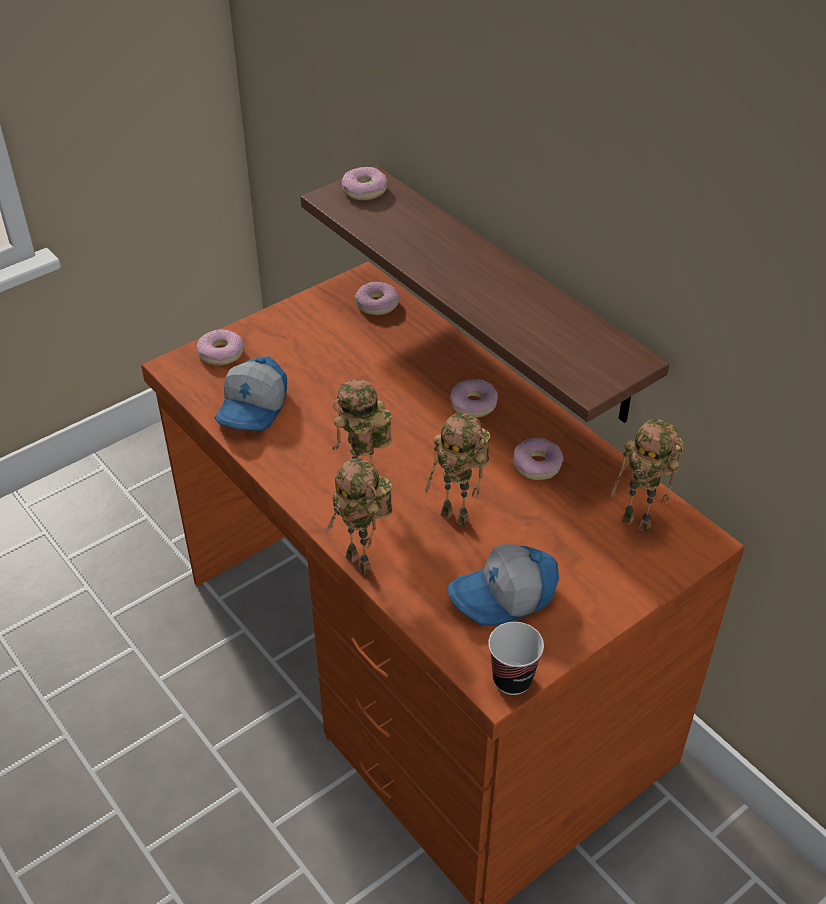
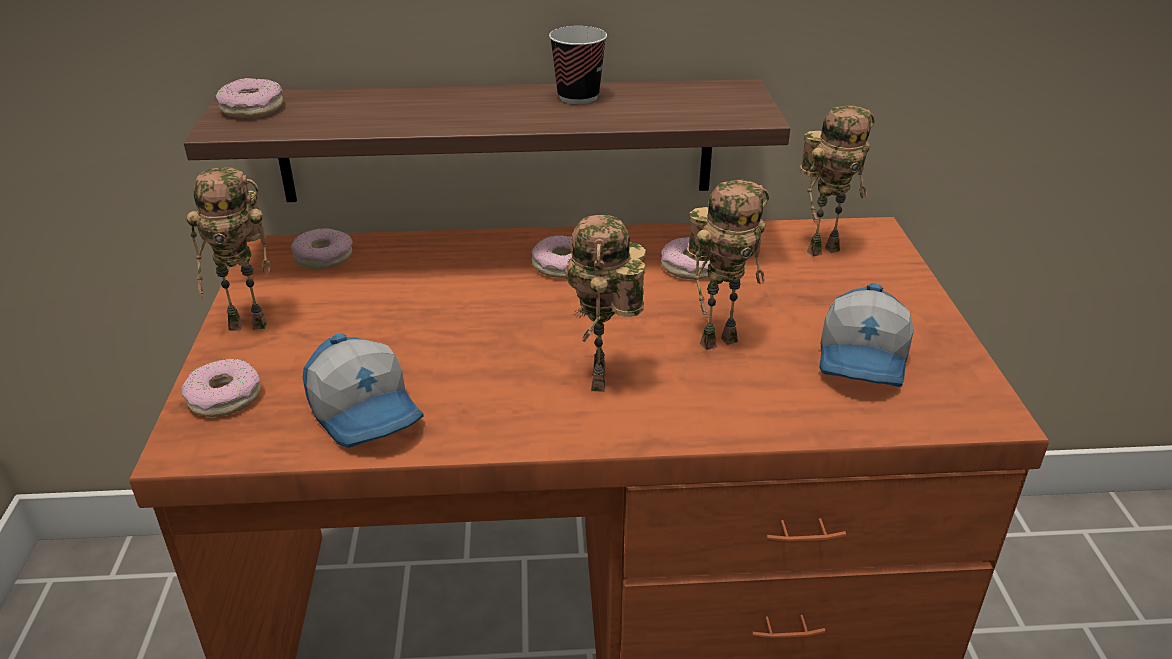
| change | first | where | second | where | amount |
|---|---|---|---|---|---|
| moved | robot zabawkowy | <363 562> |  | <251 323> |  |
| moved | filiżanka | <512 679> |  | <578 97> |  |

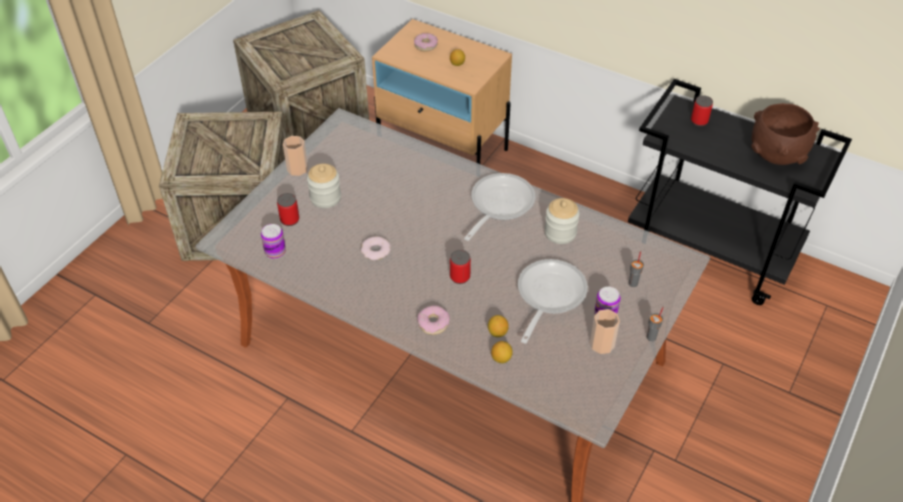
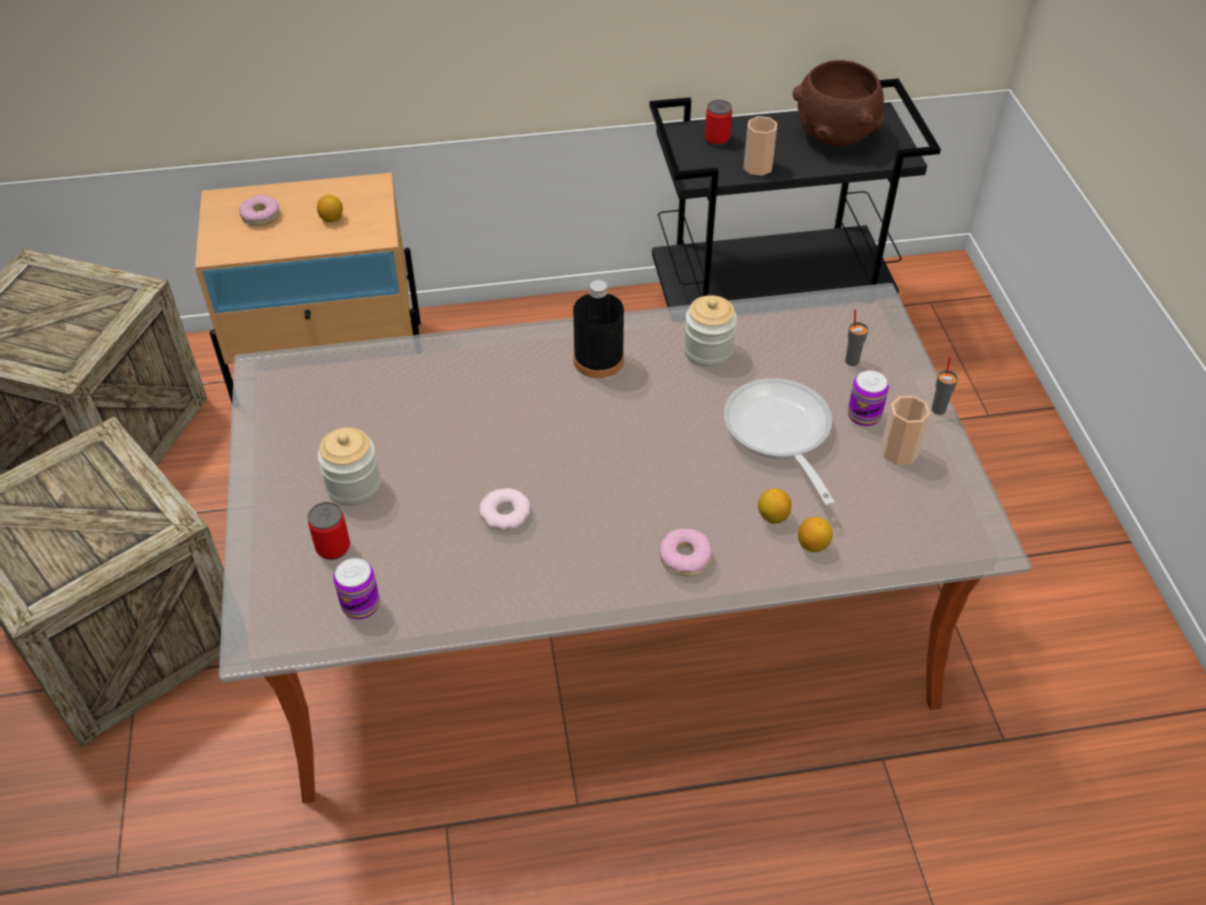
| change | first | where | second | where | amount |
|---|---|---|---|---|---|
| moved | filiżanka | <297 169> |  | <757 167> |  |
| removed | puszka | <460 277> |  |  |  |
| replaced | patelnia | <499 205> | butelka (czarny) | <598 360> |  |

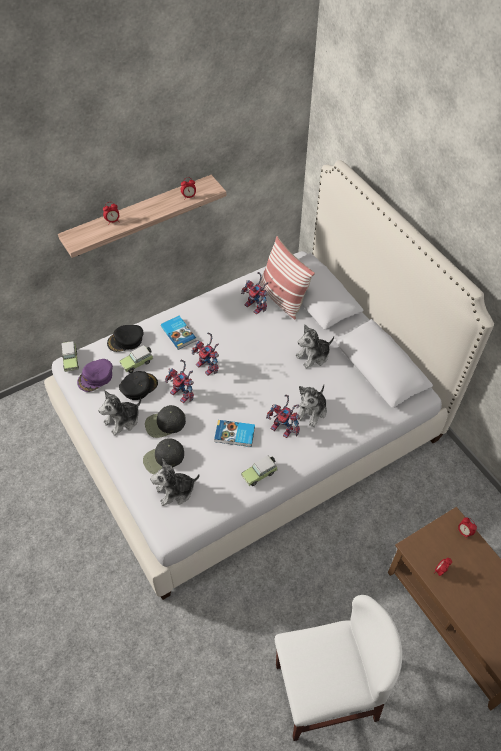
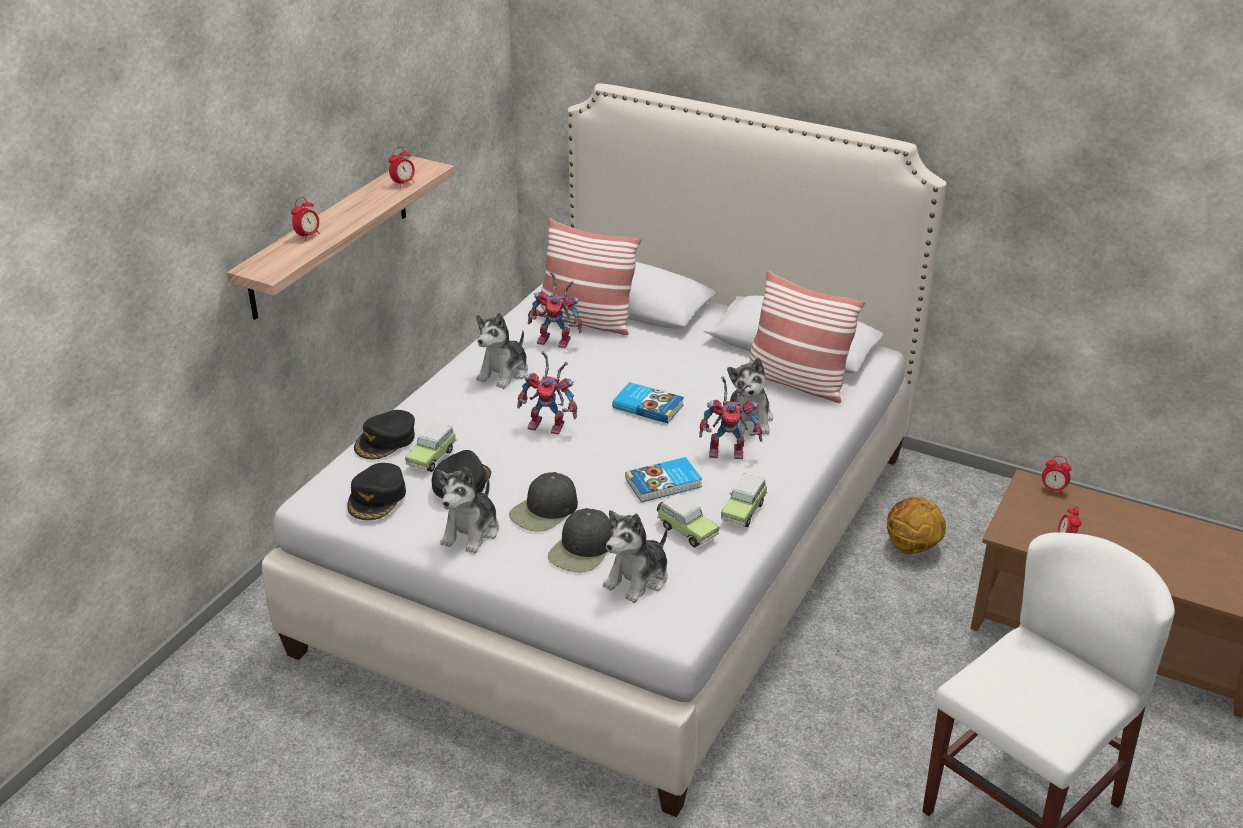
| change | first | where | second | where | amount |
|---|---|---|---|---|---|
| moved | samochodzik | <71 360> |  | <686 530> |  |
| recoloured | czapka z daszkiem (fioletowy) | <96 377> | czapka z daszkiem (czarny) | <377 497> |  |
| moved | książka | <179 333> |  | <648 405> |  |
| removed | robot zabawkowy | <183 394> |  |  |  |
| moved | pluszak | <313 356> |  | <504 372> |  |
| added |  |  | poduszka | <796 381> |  |
| added |  |  | piłka do koszykówki | <911 547> |  |

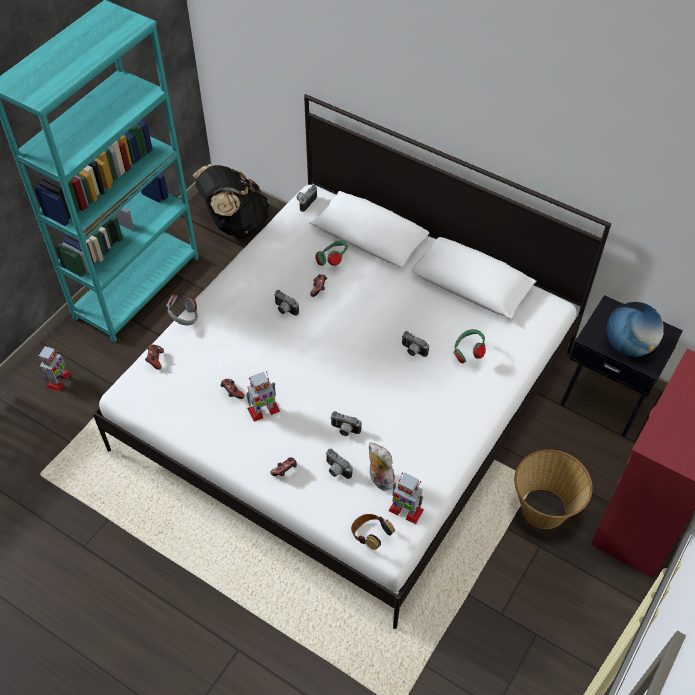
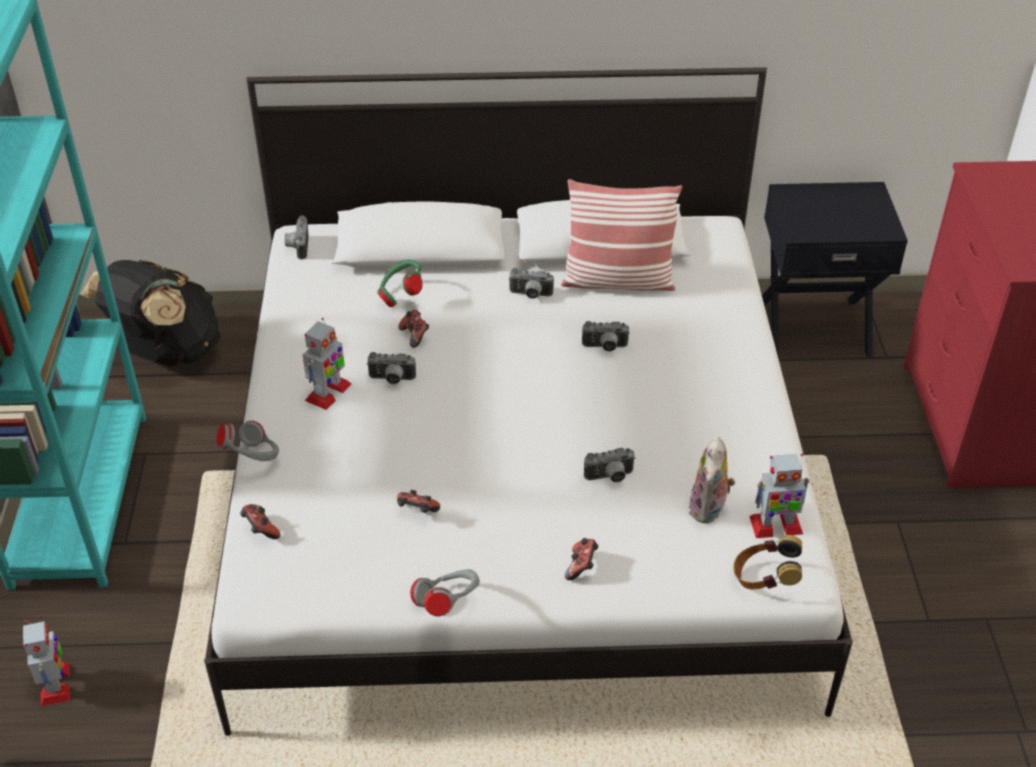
| change | first | where | second | where | amount |
|---|---|---|---|---|---|
| moved | robot zabawkowy | <263 410> |  | <328 393> |  |
| moved | aparat fotograficzny | <336 470> |  | <530 295> |  |
| turned | pluszak | <379 479> |  | <709 509> | 90 degrees counterclockwise |
| removed | słuchawki (zielony) | <468 352> |  |  |  |
| removed | koszyk | <544 508> |  |  |  |
| removed | globus | <628 345> |  |  |  |
| added |  |  | słuchawki (szary) | <448 603> |  |
| added |  |  | poduszka | <617 280> |  |

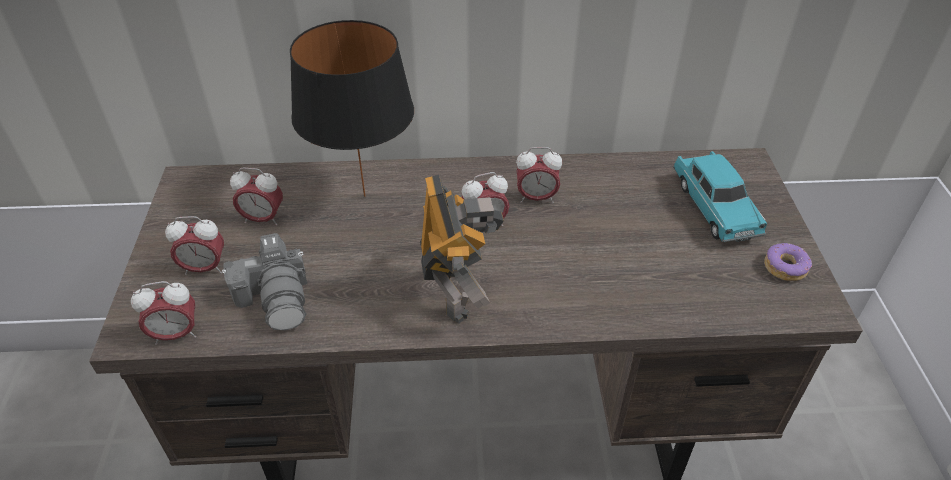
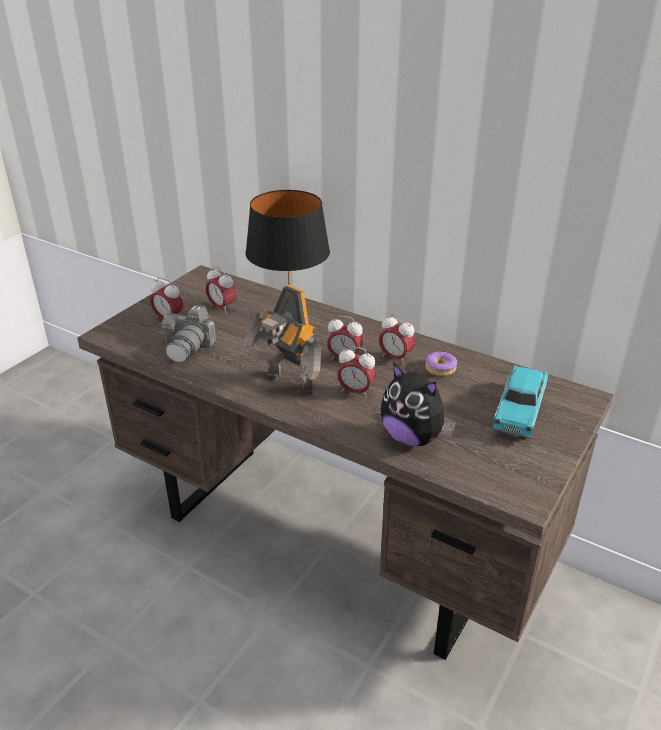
| change | first | where | second | where | amount |
|---|---|---|---|---|---|
| moved | budzik | <176 334> |  | <356 391> |  |
| turned | robot zabawkowy | <457 291> |  | <288 384> | 105 degrees clockwise |
| moved | donut | <785 267> |  | <440 368> |  |
| added |  |  | pluszak | <412 437> |  |

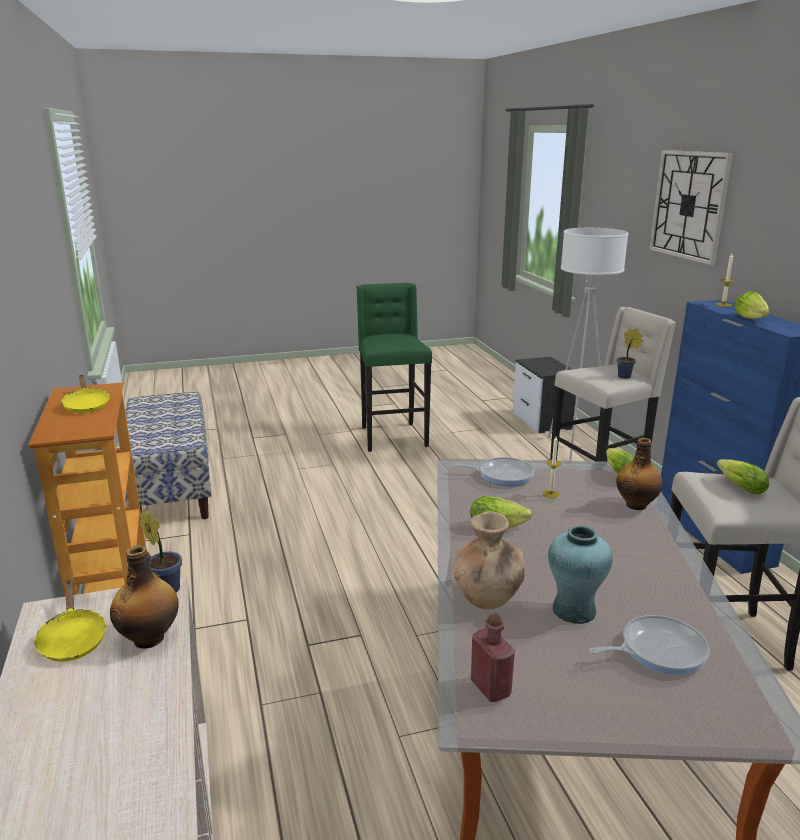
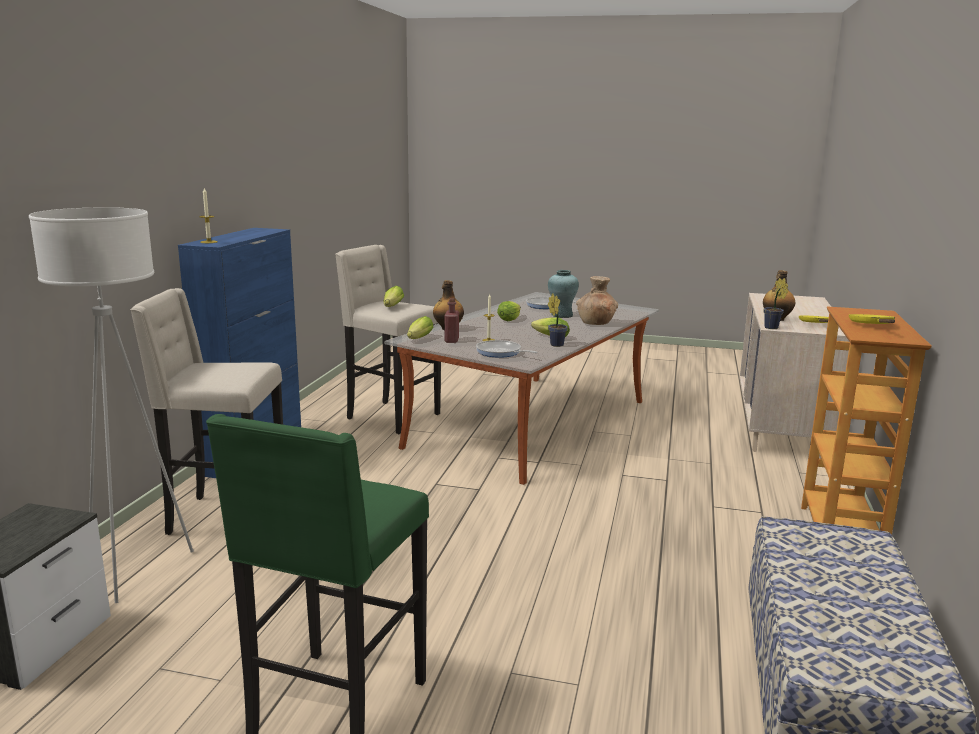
| change | first | where | second | where | amount |
|---|---|---|---|---|---|
| moved | butelka (czerwony) | <490 688> |  | <451 340> |  |
| moved | roślina doniczkowa | <626 377> |  | <556 344> |  |
| removed | zegar ścienny | <689 205> |  |  |  |
| moved | sałata | <751 319> |  | <510 319> |  |

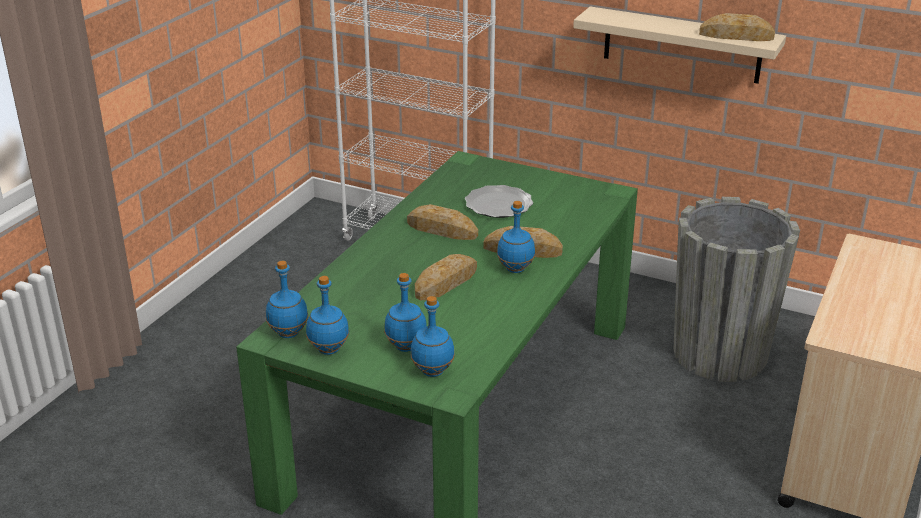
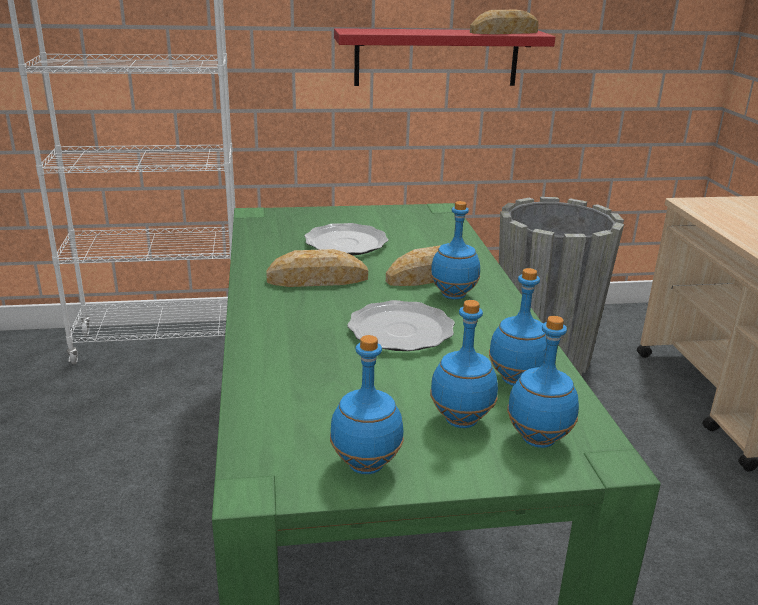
| change | first | where | second | where | amount |
|---|---|---|---|---|---|
| moved | butelka (niebieski) | <288 333> |  | <515 380> |  |
| replaced | chleb | <446 282> | talerz | <400 330> |  |
| recoloured | półka (beżowy) | <682 45> | półka (czerwony) | <436 57> |  |

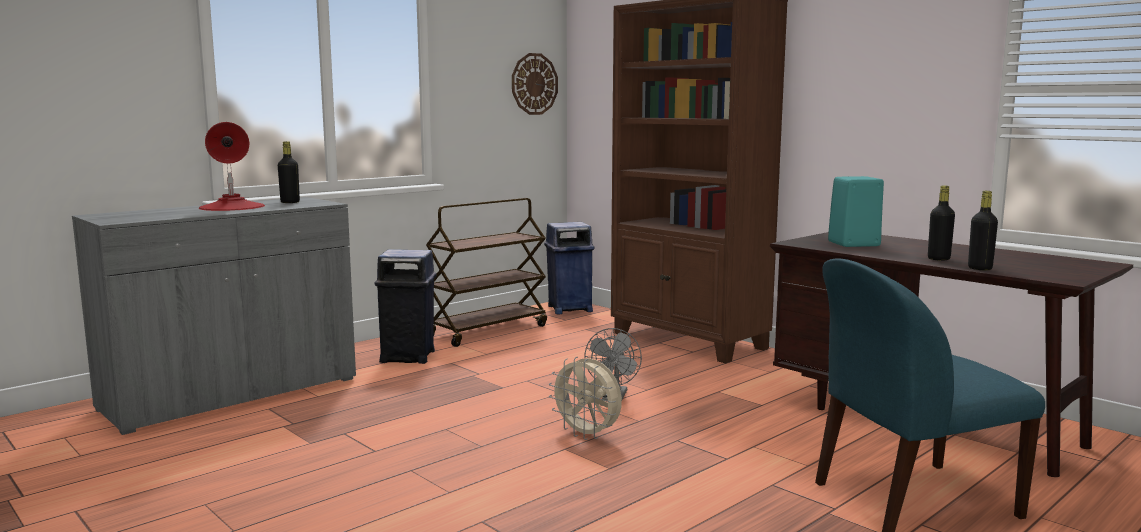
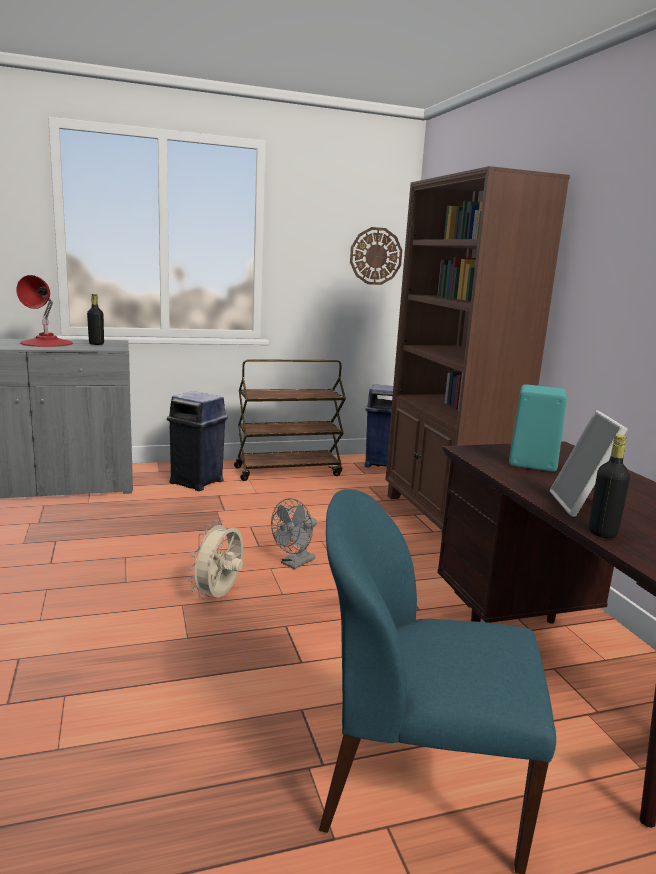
| change | first | where | second | where | amount |
|---|---|---|---|---|---|
| turned | wentylator (beżowy) | <587 435> |  | <219 596> | 45 degrees clockwise |
| replaced | butelka (czarny) | <938 259> | ramka na zdjęcie | <583 506> |  |

